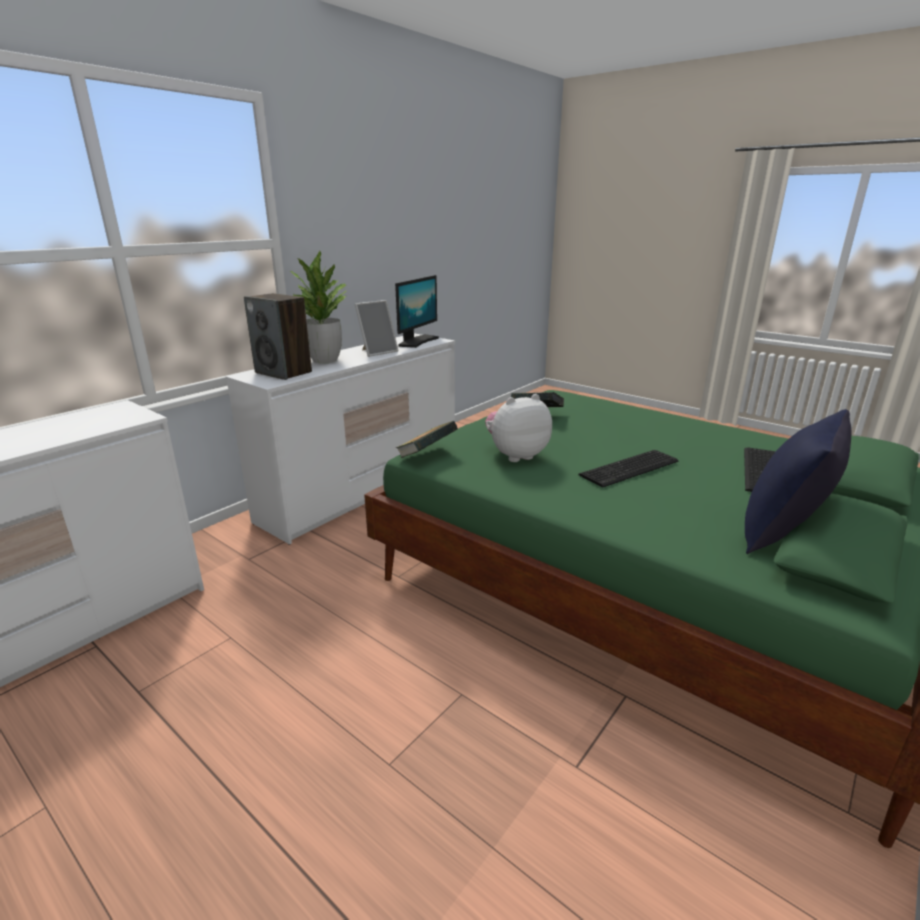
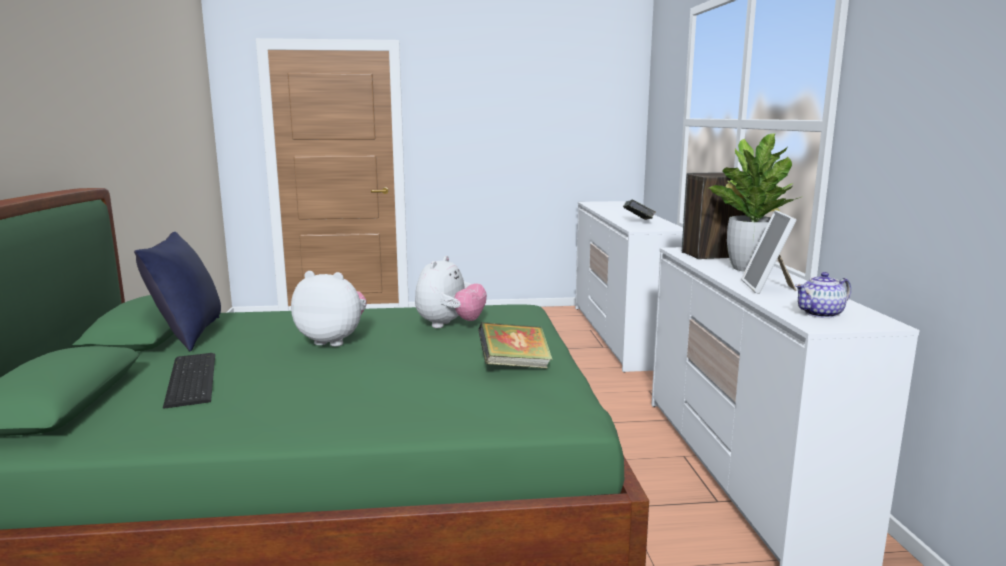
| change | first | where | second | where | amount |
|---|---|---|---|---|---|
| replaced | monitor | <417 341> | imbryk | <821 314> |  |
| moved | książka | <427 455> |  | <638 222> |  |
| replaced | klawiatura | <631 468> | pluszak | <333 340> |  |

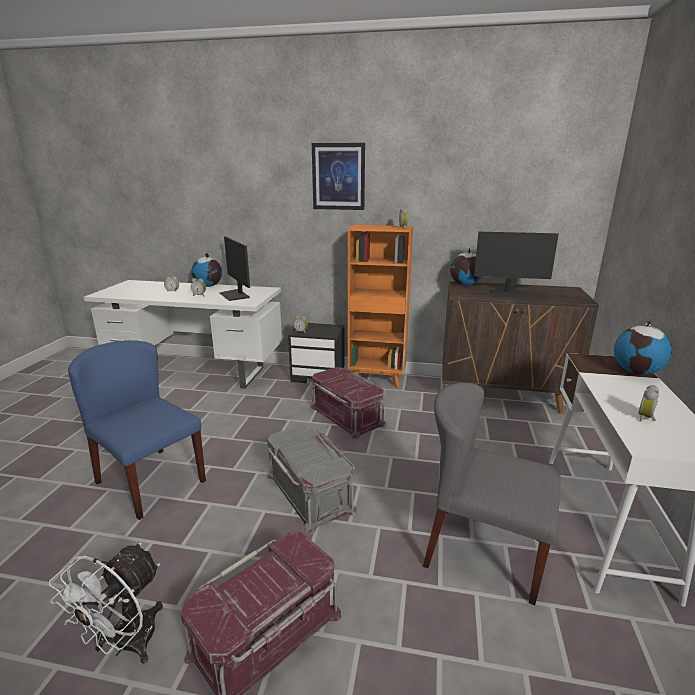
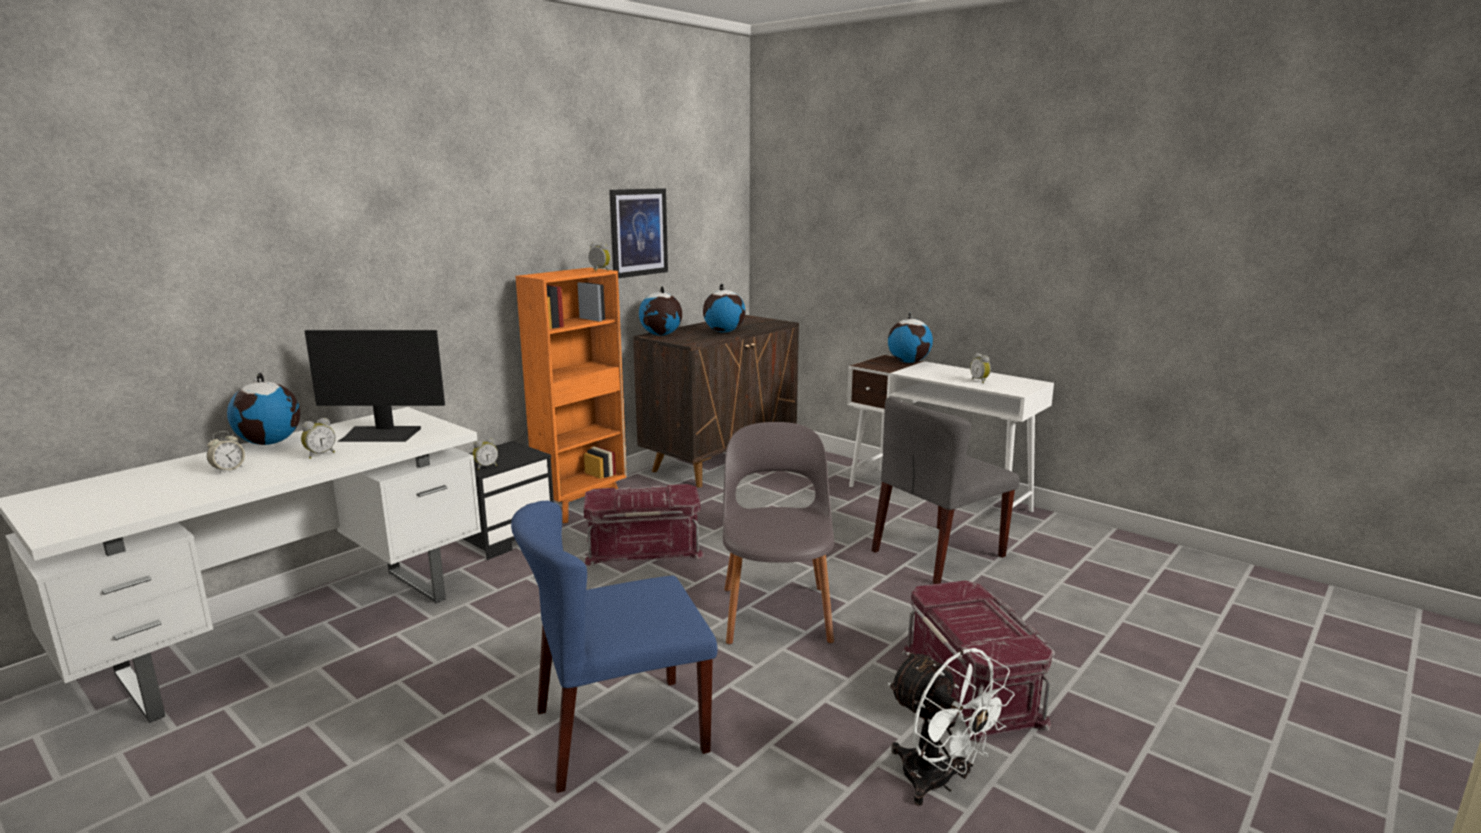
| change | first | where | second | where | amount |
|---|---|---|---|---|---|
| replaced | pojemnik do przechowywania (szary) | <310 492> | krzesło (szary) | <776 611> |  |
| moved | obraz | <338 177> |  | <638 232> |  |
| replaced | monitor | <510 294> | globus | <724 332> |  |

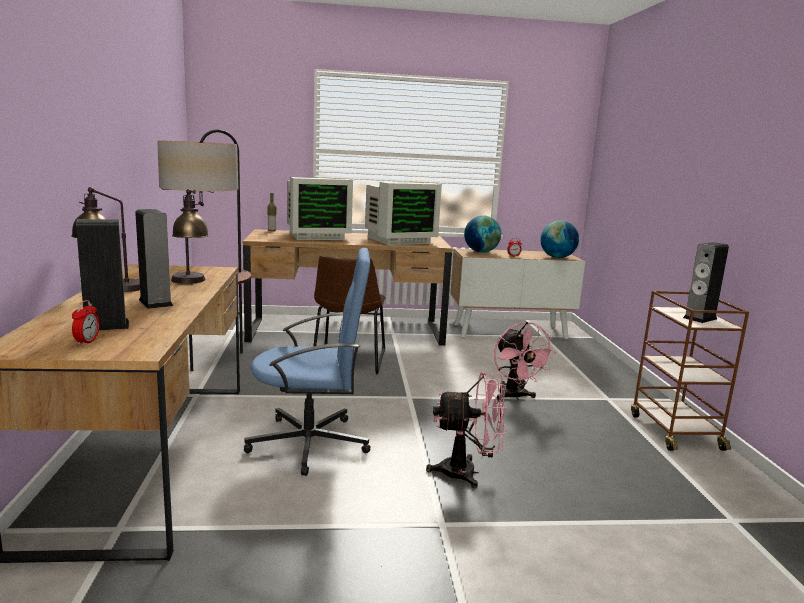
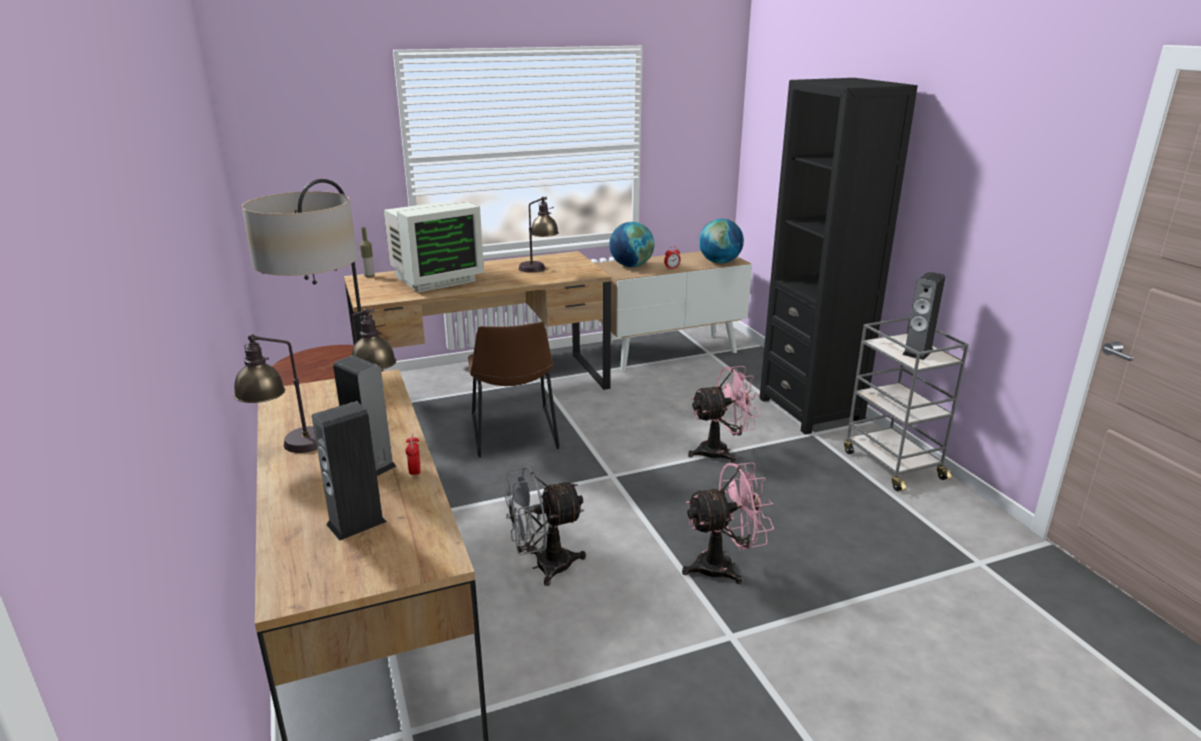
| change | first | where | second | where | amount |
|---|---|---|---|---|---|
| moved | budzik | <87 342> |  | <415 472> |  |
| replaced | krzesło biurowe (niebieski) | <311 443> | wentylator (szary) | <543 566> |  |
| replaced | monitor | <398 240> | lampa stołowa | <539 270> |  |
| turned | wentylator (różowy) | <514 397> |  | <721 451> | 75 degrees counterclockwise |
| recoloured | wózek (brązowy) | <674 431> | wózek (szary) | <892 464> |  |
| added |  |  | regał (czarny) | <810 410> |  |

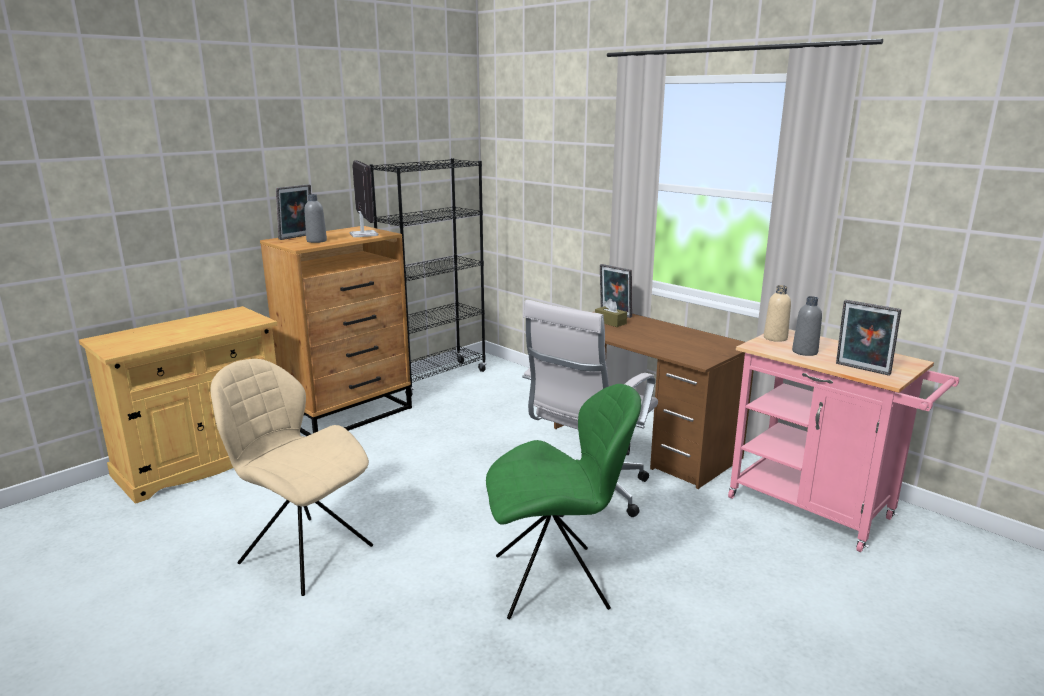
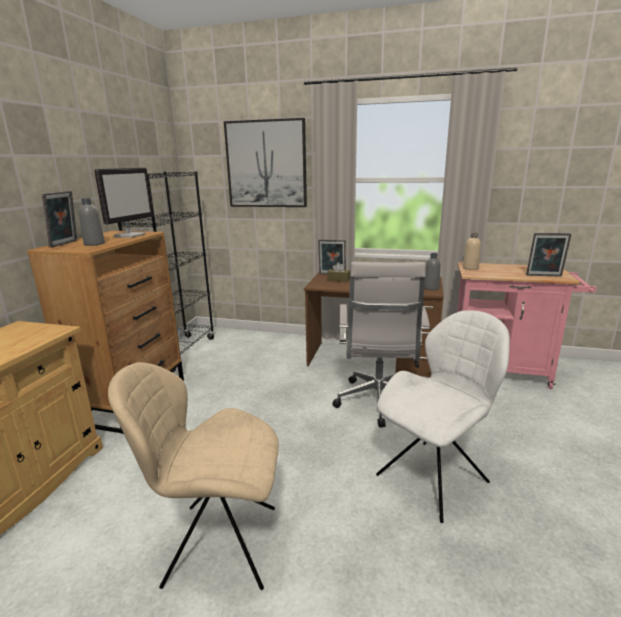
| change | first | where | second | where | amount |
|---|---|---|---|---|---|
| turned | monitor | <363 234> |  | <130 235> | 75 degrees clockwise |
| recoloured | krzesło (zielony) | <555 581> | krzesło (biały) | <434 477> |  |
| moved | butelka (szary) | <804 352> |  | <431 288> |  |
| added |  |  | obraz | <266 164> |  |

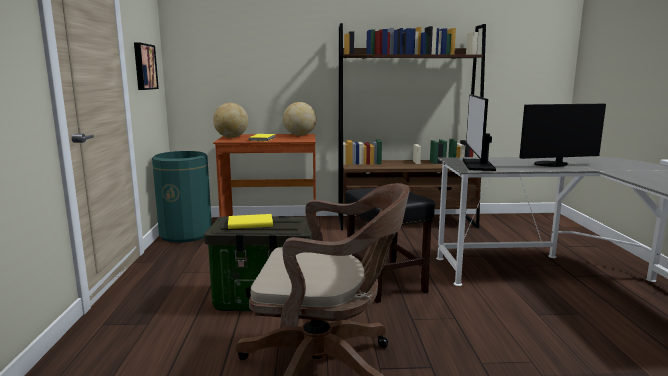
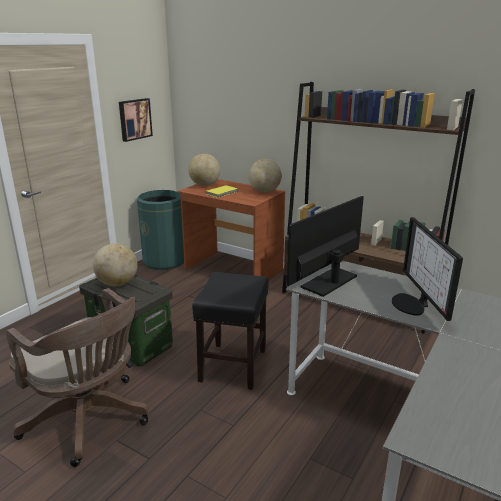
| change | first | where | second | where | amount |
|---|---|---|---|---|---|
| replaced | książka (żółty) | <249 223> | globus | <117 283> |  |
| turned | monitor | <552 165> |  | <413 304> | 120 degrees counterclockwise |

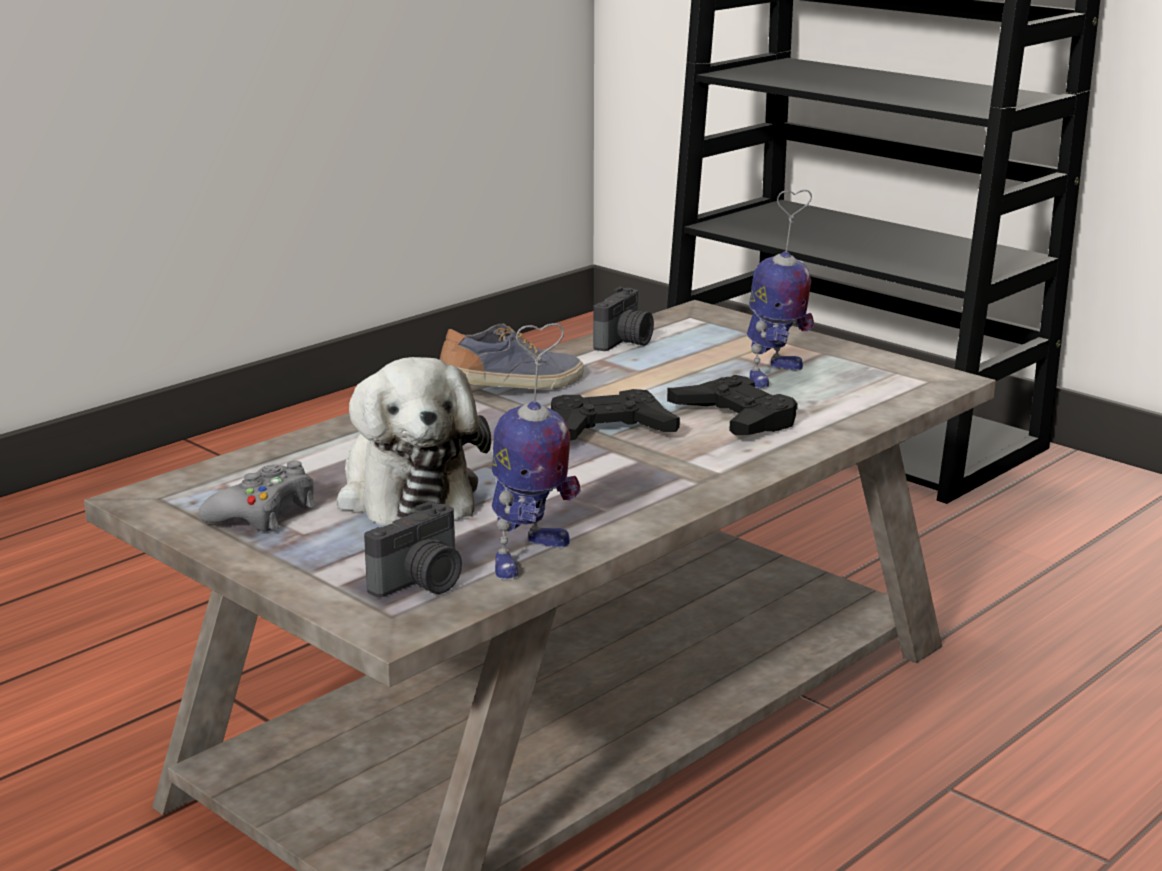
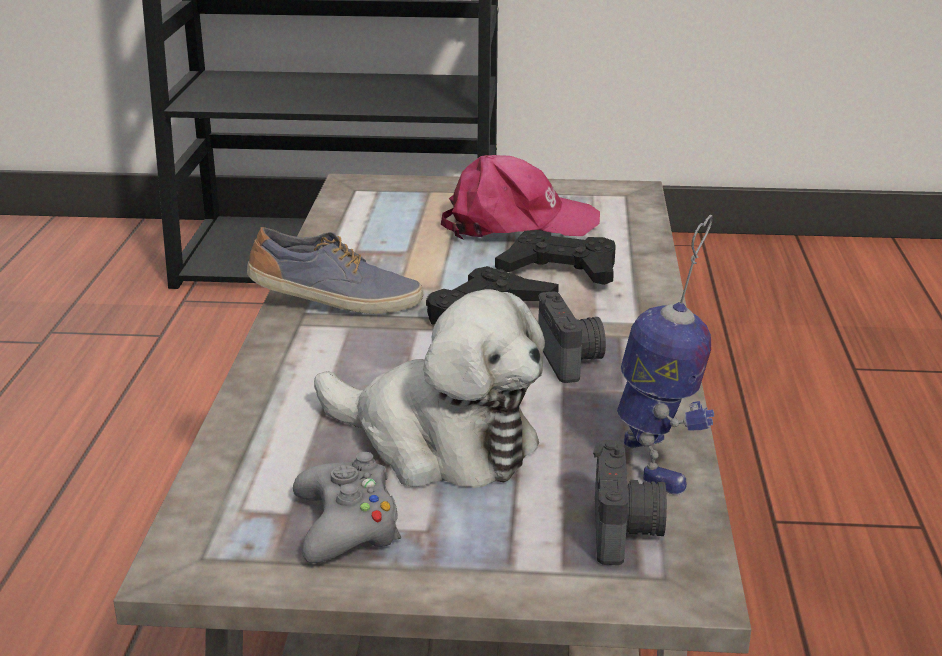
| change | first | where | second | where | amount |
|---|---|---|---|---|---|
| turned | but | <514 388> |  | <336 302> | 75 degrees clockwise |
| moved | aparat fotograficzny | <625 342> |  | <571 359> |  |
| replaced | robot zabawkowy | <773 376> | czapka z daszkiem (różowy) | <517 224> |  |

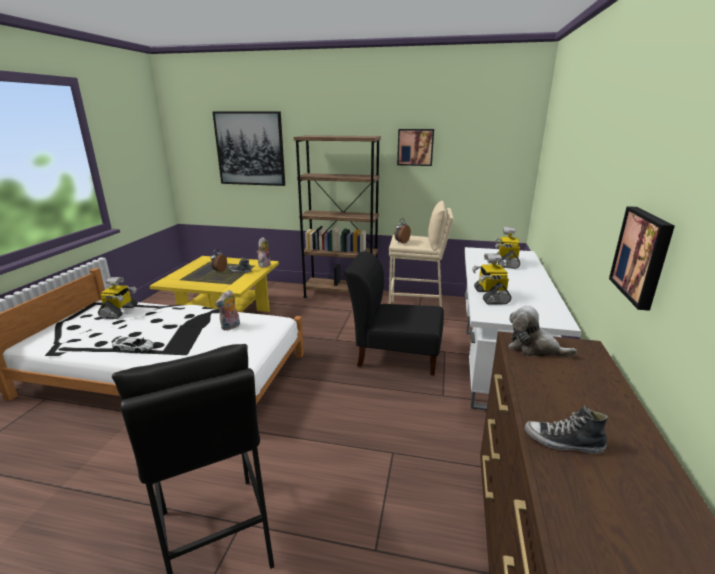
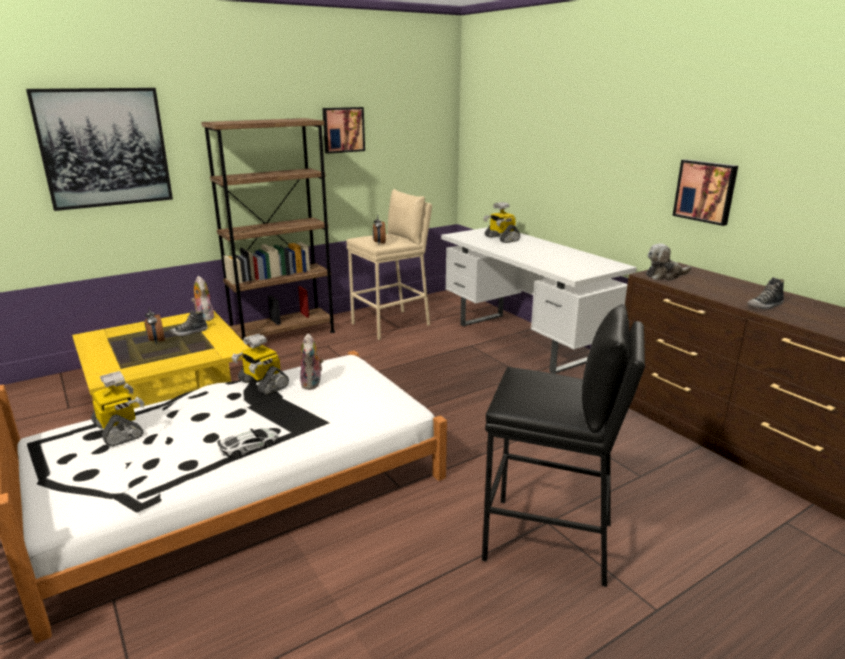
| change | first | where | second | where | amount |
|---|---|---|---|---|---|
| removed | krzesło (czarny) | <394 355> |  |  |  |
| moved | robot zabawkowy | <490 296> |  | <262 384> |  |

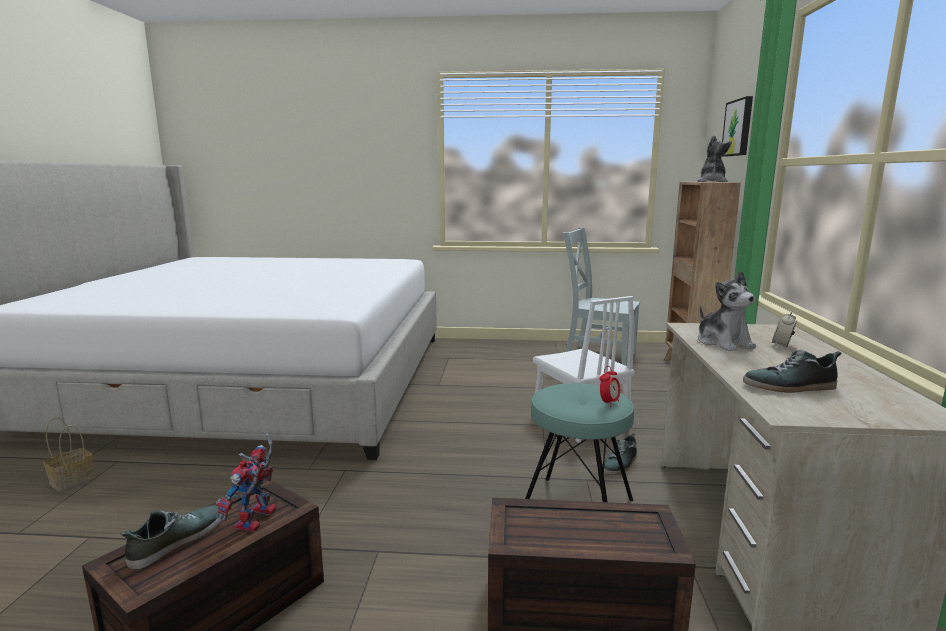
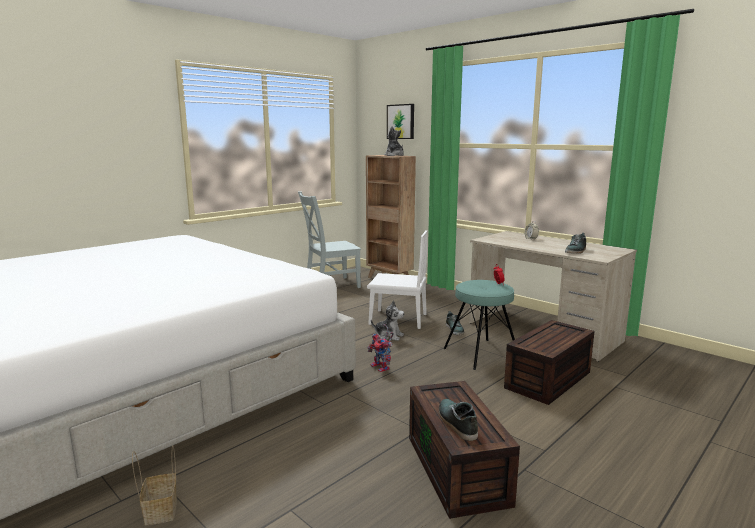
| change | first | where | second | where | amount |
|---|---|---|---|---|---|
| moved | robot zabawkowy | <256 522> |  | <382 367> |  |
| moved | pluszak | <723 343> |  | <388 336> |  |

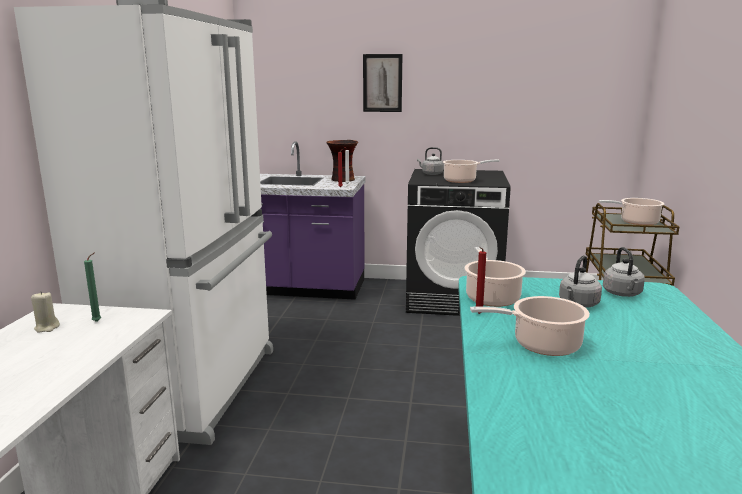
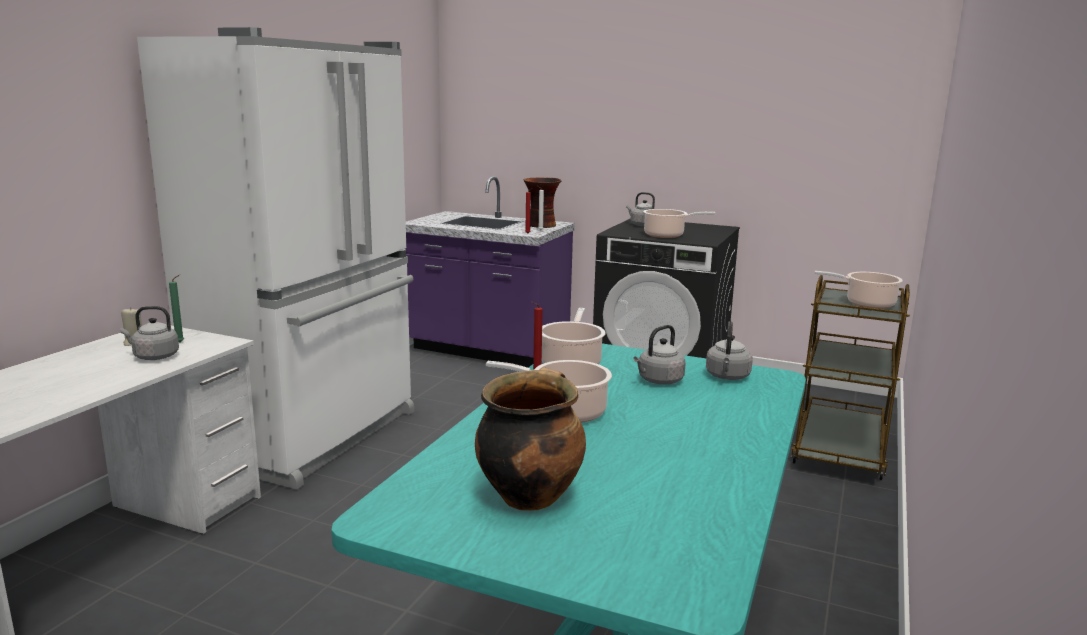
| change | first | where | second | where | amount |
|---|---|---|---|---|---|
| removed | obraz | <382 83> |  |  |  |
| added |  |  | czajnik (szary) | <154 356> |  |
| added |  |  | garnek | <529 495> |  |

